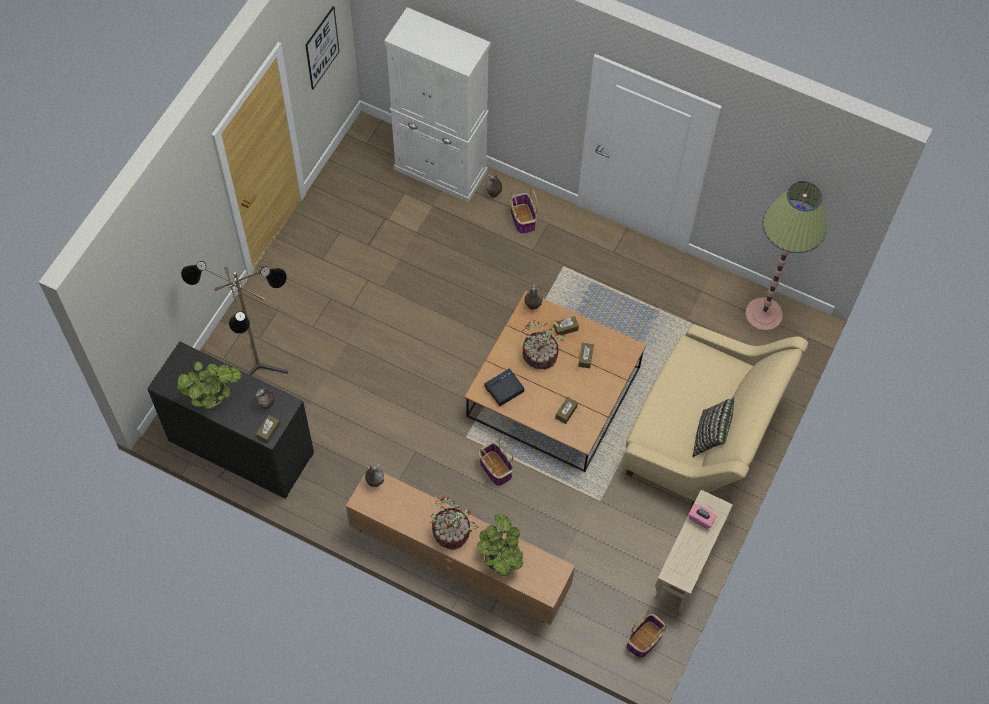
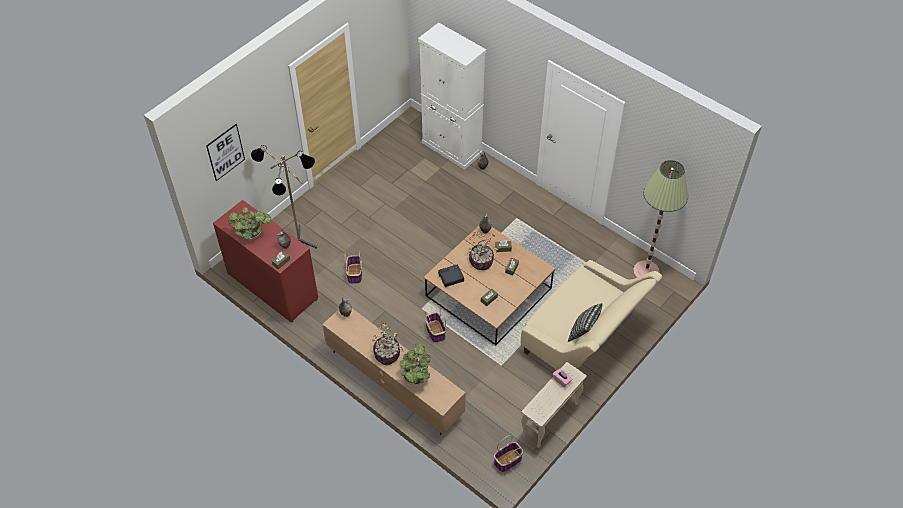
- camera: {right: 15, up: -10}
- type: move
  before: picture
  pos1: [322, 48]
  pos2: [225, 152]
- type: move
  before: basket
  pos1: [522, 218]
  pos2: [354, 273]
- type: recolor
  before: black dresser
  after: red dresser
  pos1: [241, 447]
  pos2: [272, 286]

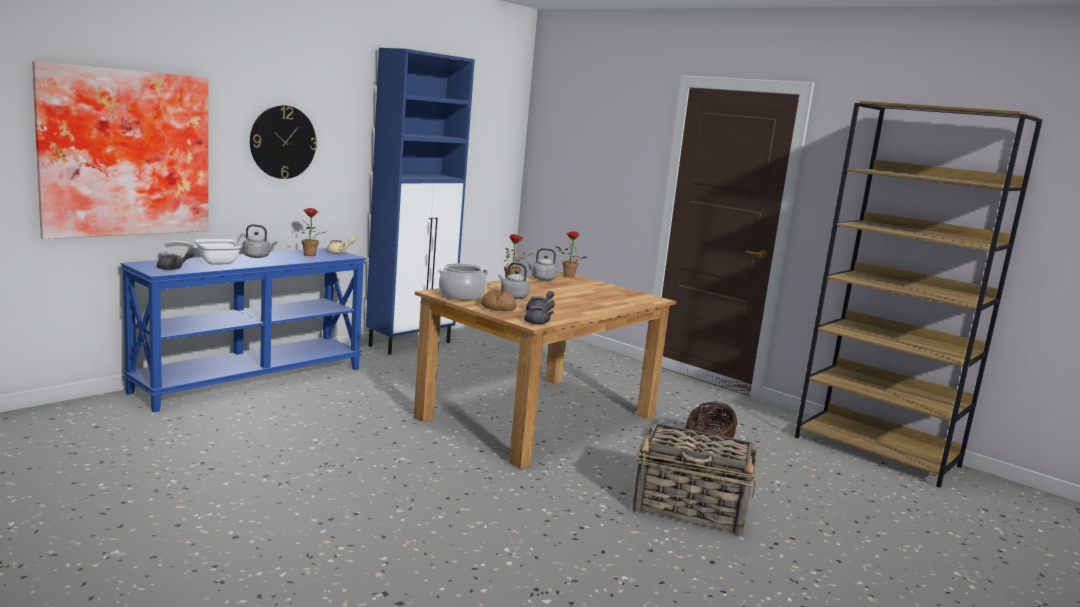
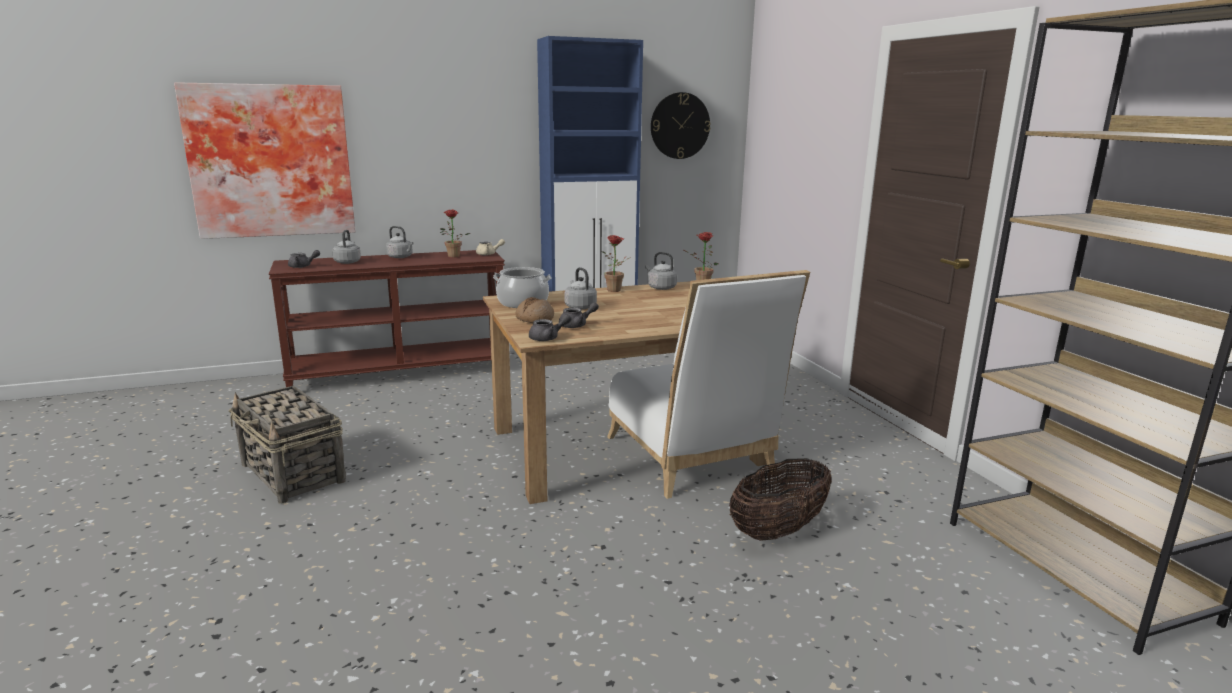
- camera: {right: 30, up: 5}
- type: insert
  after: white chair
  pos2: [694, 460]
- type: move
  before: wall clock
  pos1: [283, 142]
  pos2: [680, 126]
- type: move
  before: basket
  pos1: [691, 510]
  pos2: [293, 473]
- type: replace
  before: frying pan
  after: grey kettle
  pos1: [212, 262]
  pos2: [348, 262]
- type: recolor
  before: blue console table
  after: brown console table
  pos1: [251, 379]
  pos2: [400, 373]

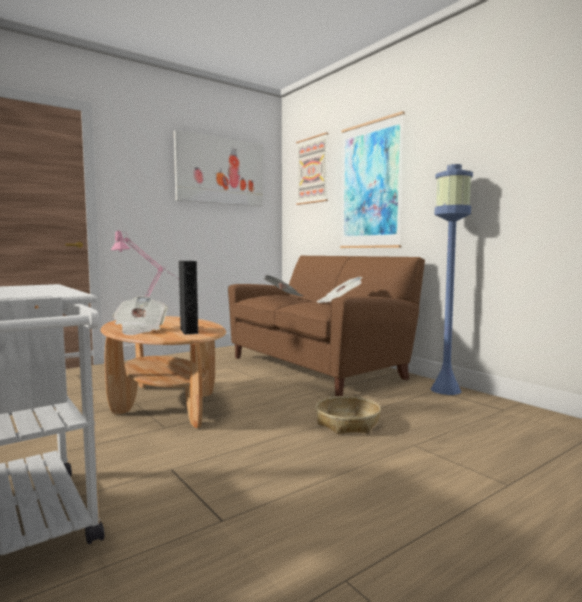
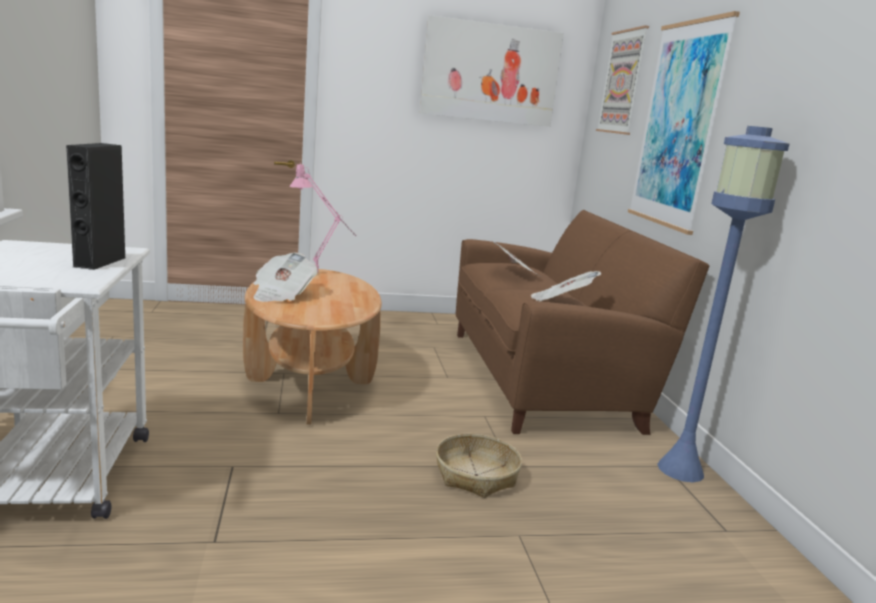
- camera: {right: 25, up: 10}
- type: move
  before: black speaker
  pos1: [189, 331]
  pos2: [100, 262]

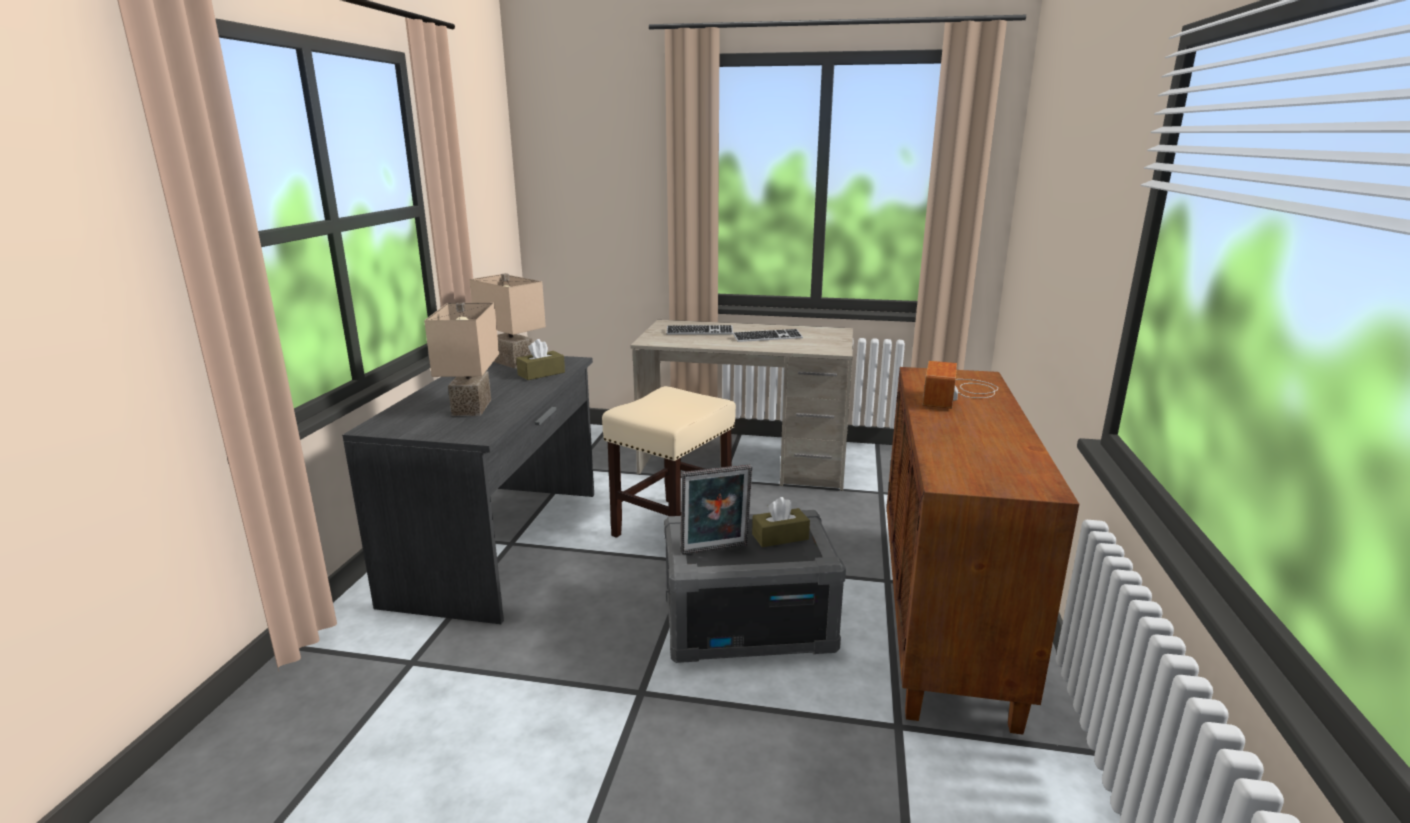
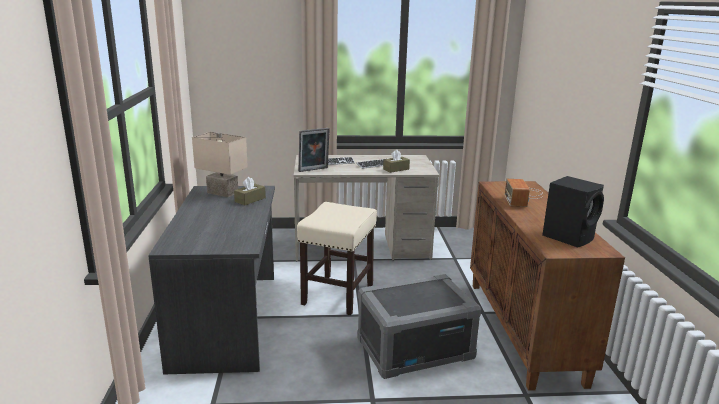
- camera: {right: -15, up: 0}
- type: delete
  before: beige table lamp
  pos1: [469, 407]
- type: insert
  after: black speaker
  pos2: [569, 237]
- type: move
  before: picture frame
  pos1: [715, 550]
  pos2: [314, 170]
- type: move
  before: brown tissue box
  pos1: [780, 537]
  pos2: [396, 169]

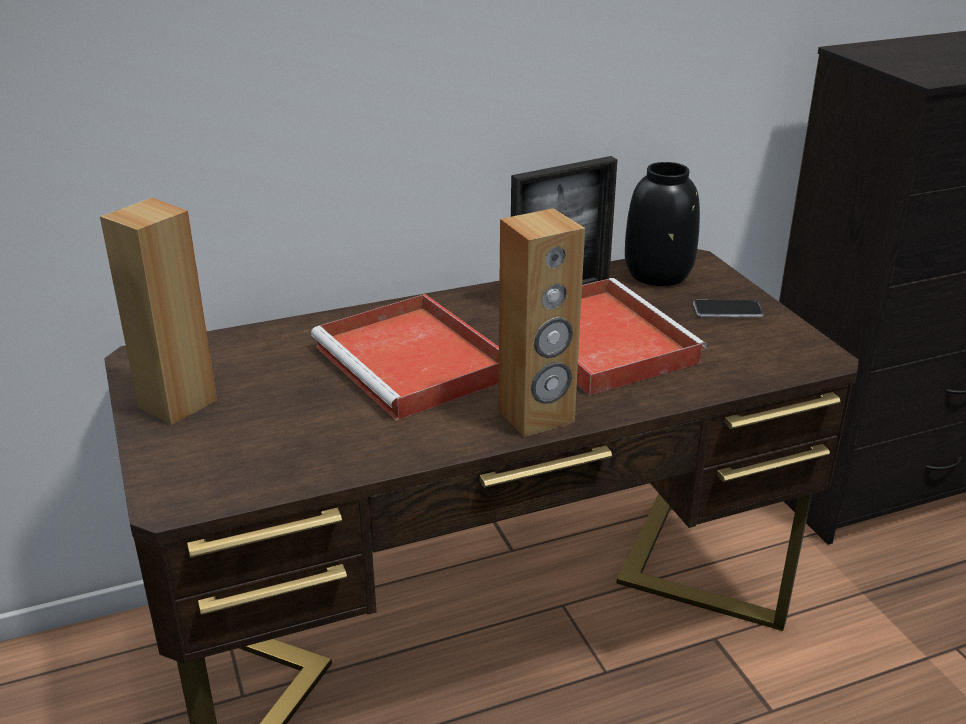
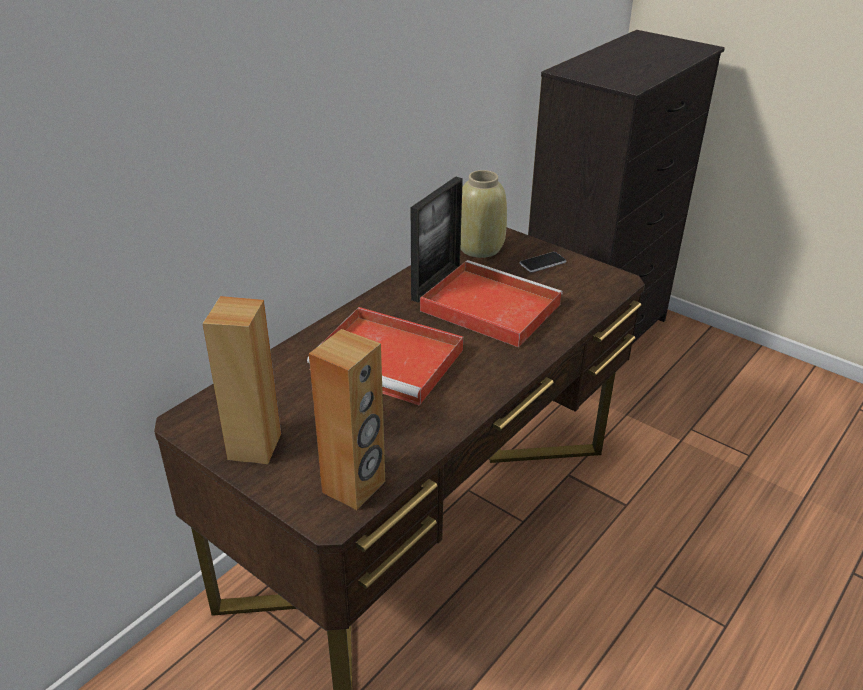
- camera: {right: -30, up: 5}
- type: move
  before: brown speaker
  pos1: [536, 416]
  pos2: [354, 487]
- type: recolor
  before: black vase
  after: beige vase
  pos1: [657, 275]
  pos2: [480, 248]

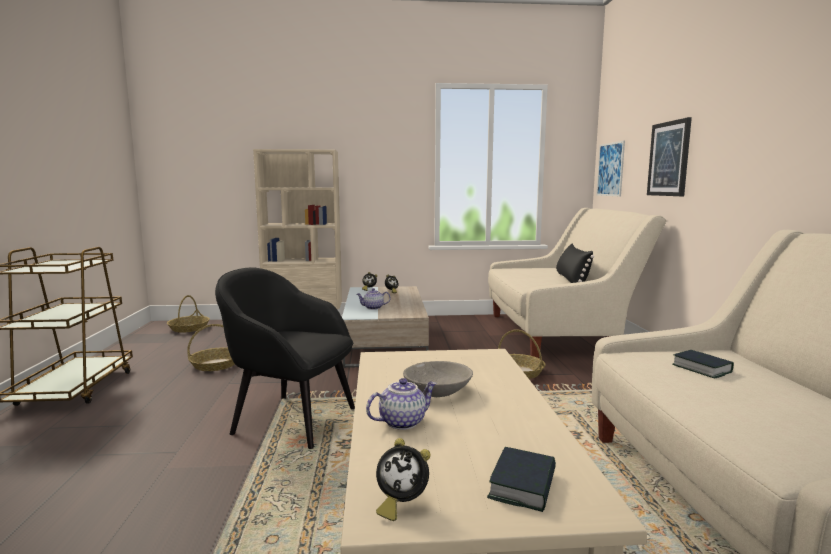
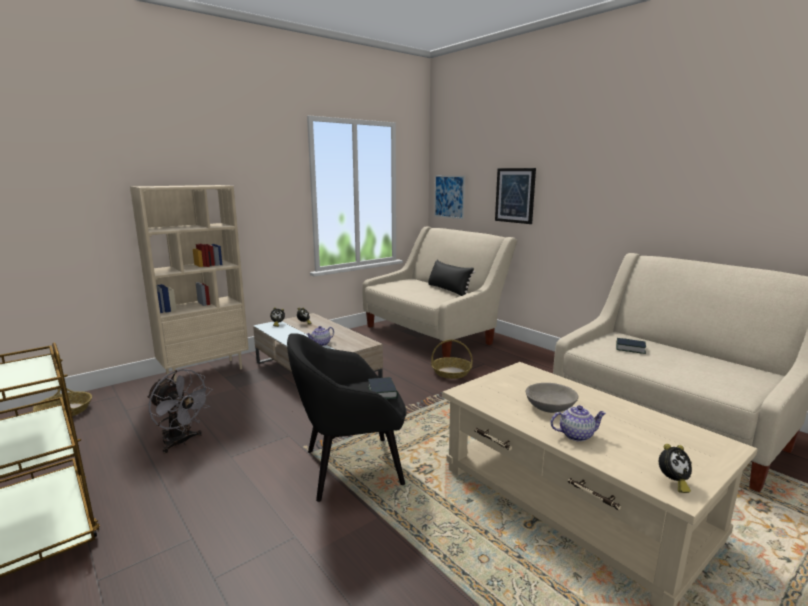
- camera: {right: -35, up: 5}
- type: move
  before: book
  pos1: [523, 485]
  pos2: [382, 392]
- type: replace
  before: basket
  after: grey fan
  pos1: [216, 365]
  pos2: [181, 442]
- type: rotate
  before: teapot
  pos1: [402, 422]
  pos2: [576, 435]
  turn: 60

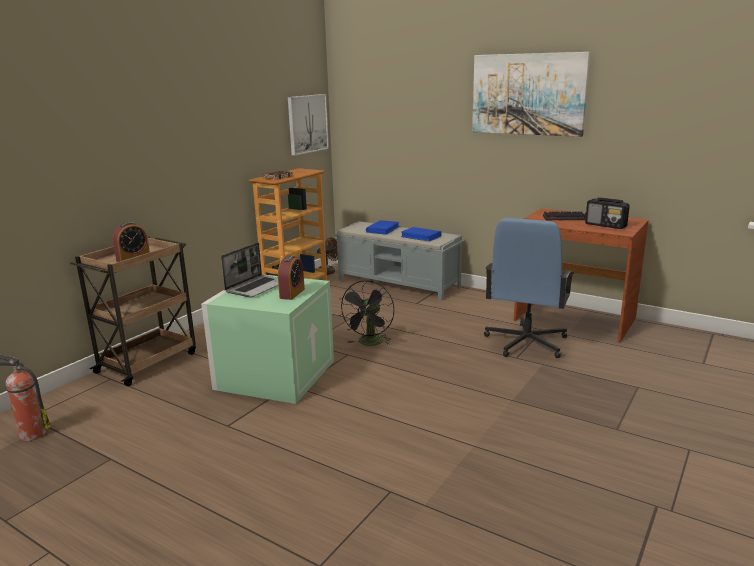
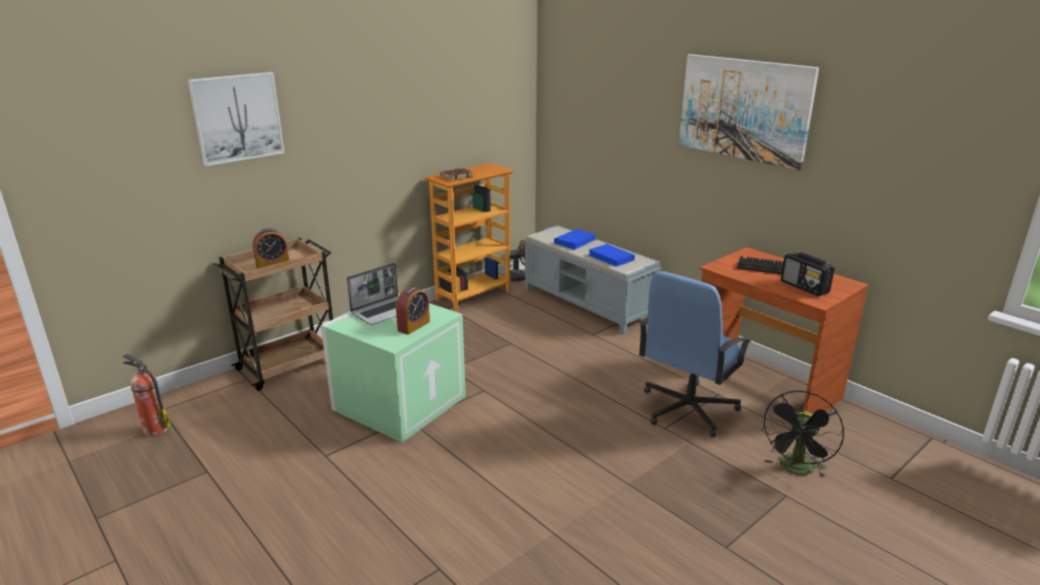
- camera: {right: 15, up: 5}
- type: move
  before: picture
  pos1: [307, 124]
  pos2: [237, 118]
- type: move
  before: black fan
  pos1: [370, 343]
  pos2: [796, 470]

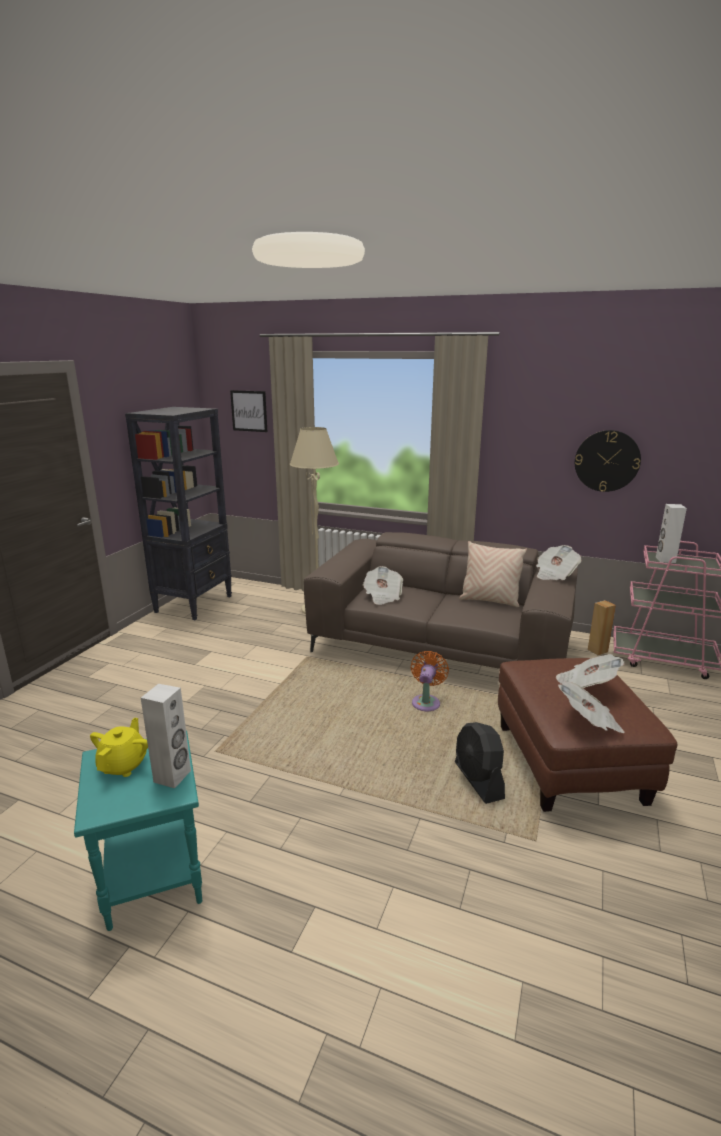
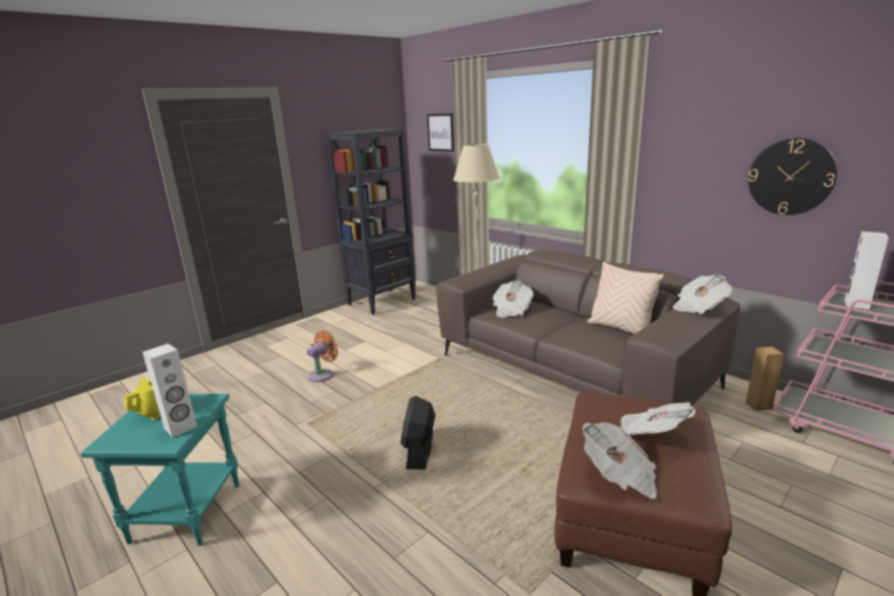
- camera: {right: 25, up: 0}
- type: move
  before: orange fan
  pos1: [426, 702]
  pos2: [323, 374]
- type: move
  before: black fan
  pos1: [478, 781]
  pos2: [420, 451]

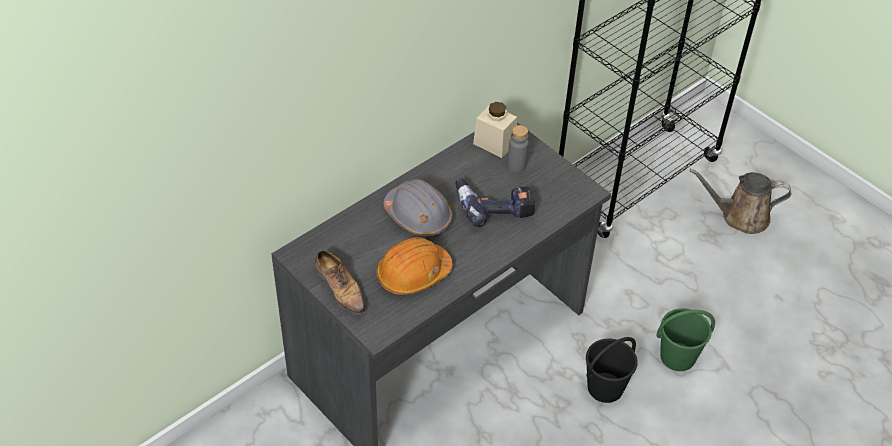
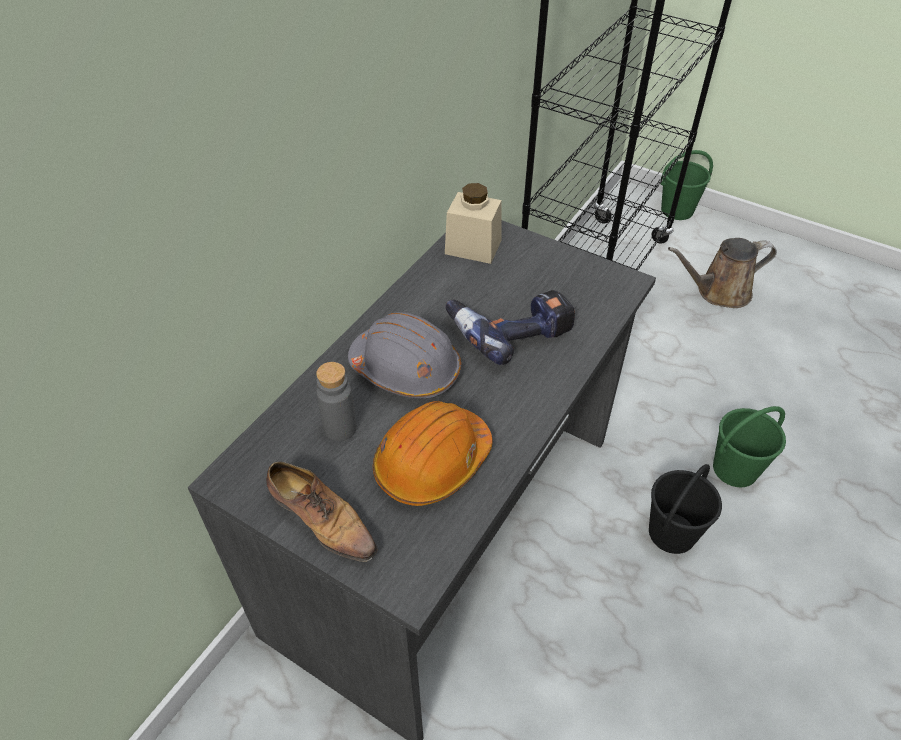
- camera: {right: -15, up: 0}
- type: insert
  after: green bucket
  pos2: [677, 210]
- type: move
  before: grey bottle
  pos1: [516, 166]
  pos2: [340, 428]

